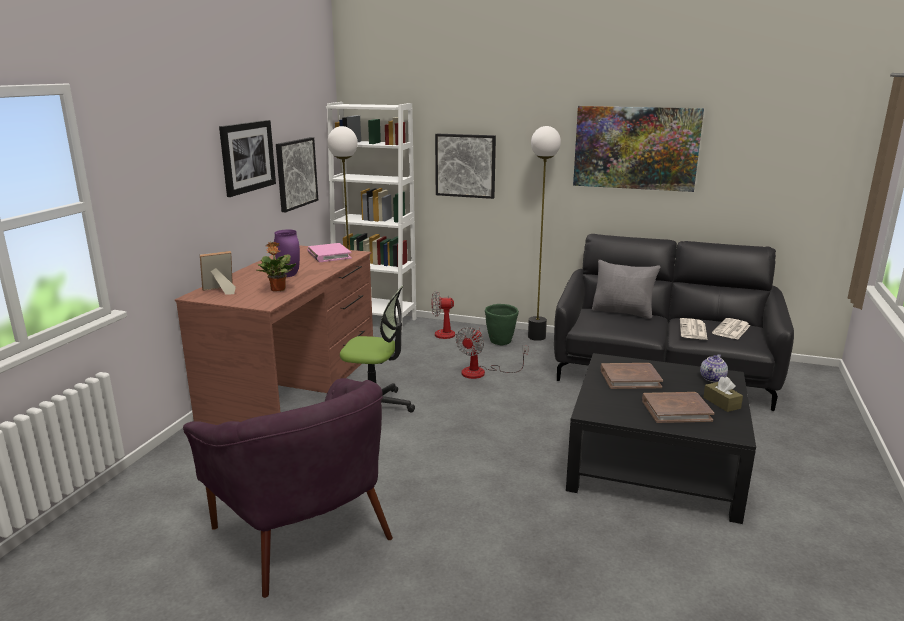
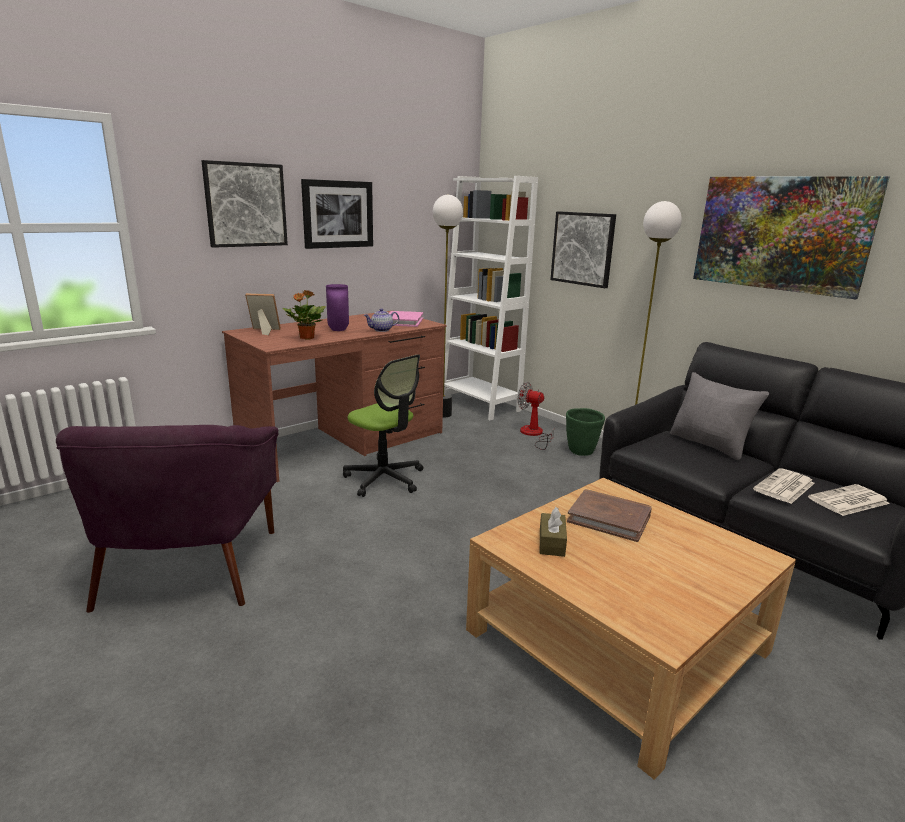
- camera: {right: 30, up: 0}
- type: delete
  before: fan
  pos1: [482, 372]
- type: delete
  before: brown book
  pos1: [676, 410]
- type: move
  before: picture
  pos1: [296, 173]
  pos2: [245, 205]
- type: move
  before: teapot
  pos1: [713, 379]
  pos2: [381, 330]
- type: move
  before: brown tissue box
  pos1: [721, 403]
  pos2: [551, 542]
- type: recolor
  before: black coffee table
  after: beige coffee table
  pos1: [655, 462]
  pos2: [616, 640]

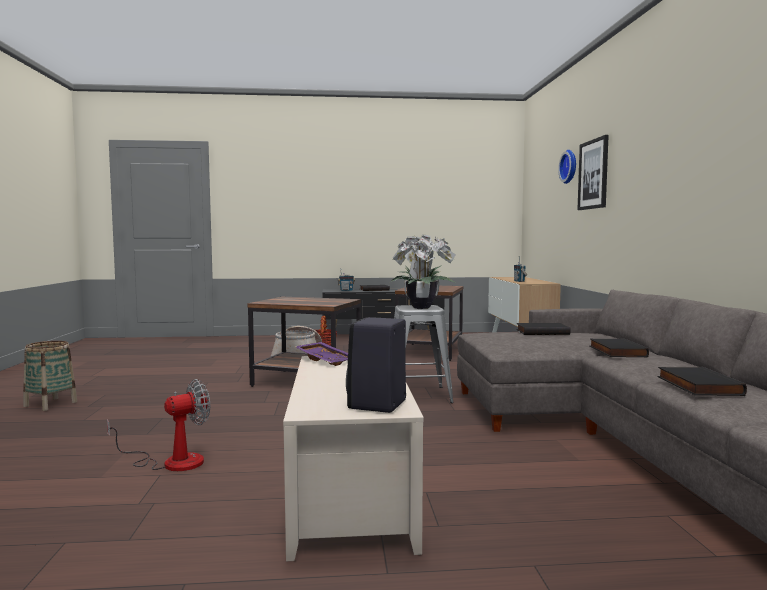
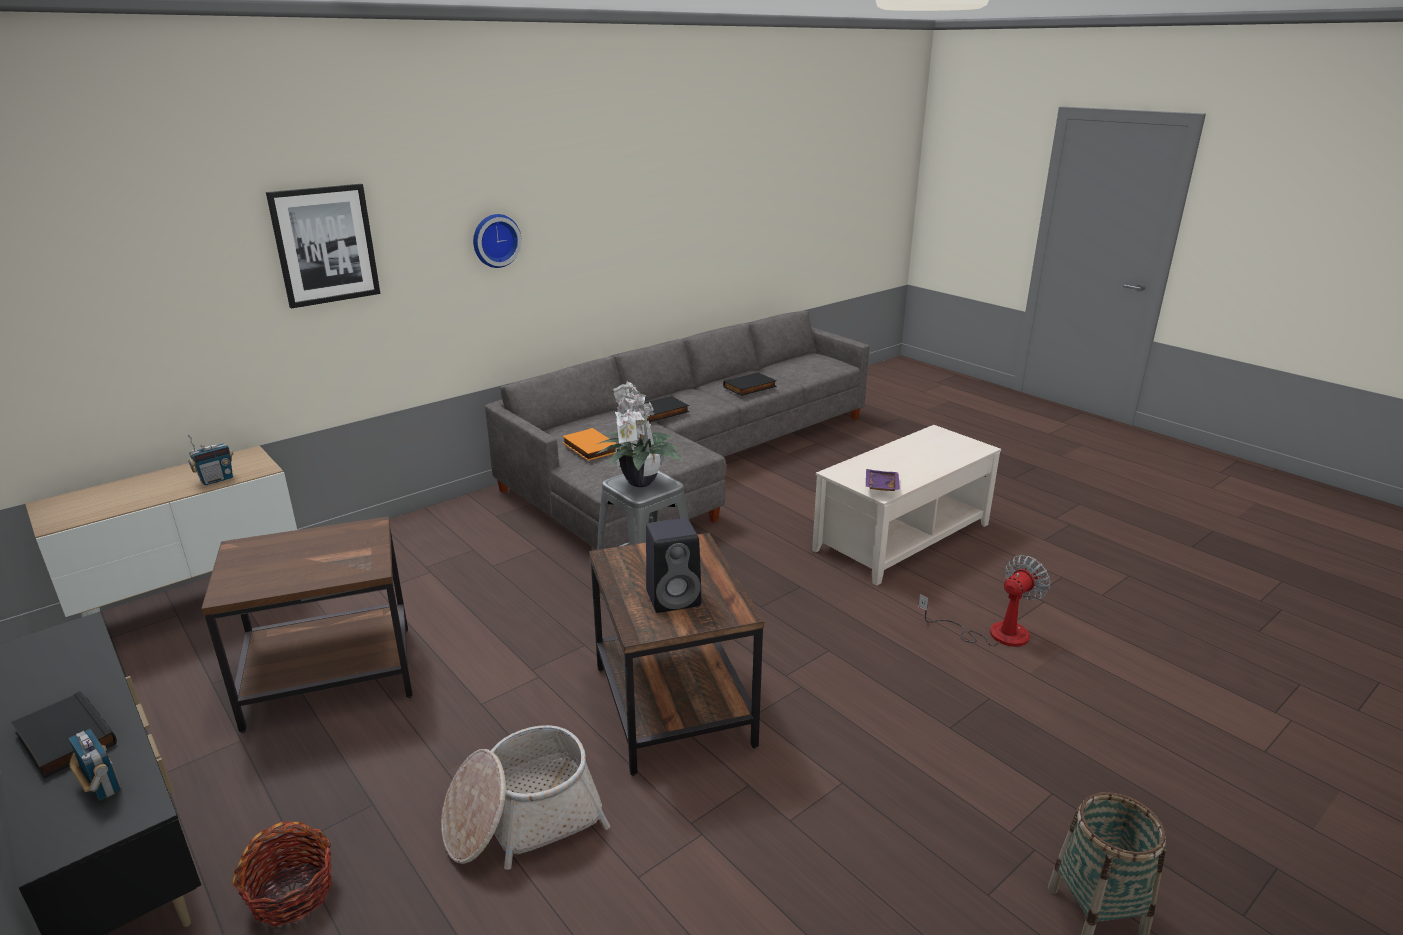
- camera: {right: -125, up: 20}
- type: move
  before: black speaker
  pos1: [377, 405]
  pos2: [675, 597]
- type: move
  before: wall clock
  pos1: [570, 166]
  pos2: [495, 240]
- type: recolor
  before: black book
  after: orange book
  pos1: [542, 332]
  pos2: [589, 448]
- type: rotate
  before: fan
  pos1: [171, 462]
  pos2: [993, 633]
  turn: 120

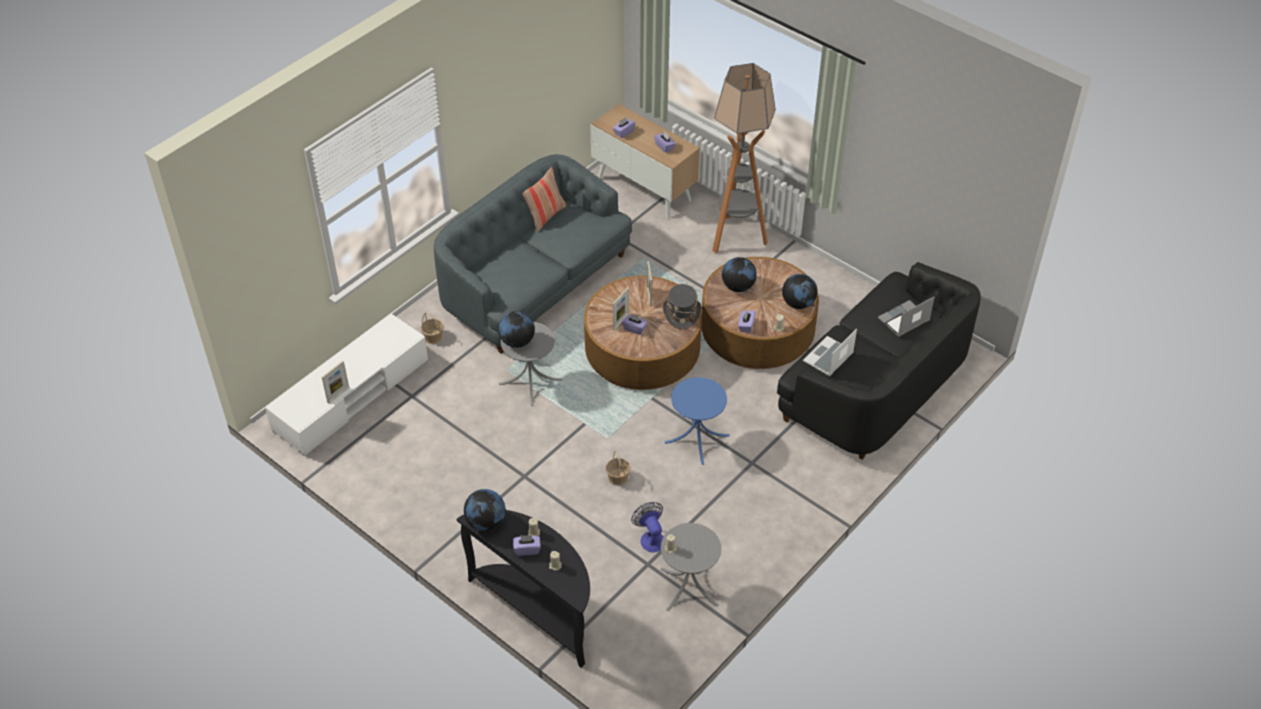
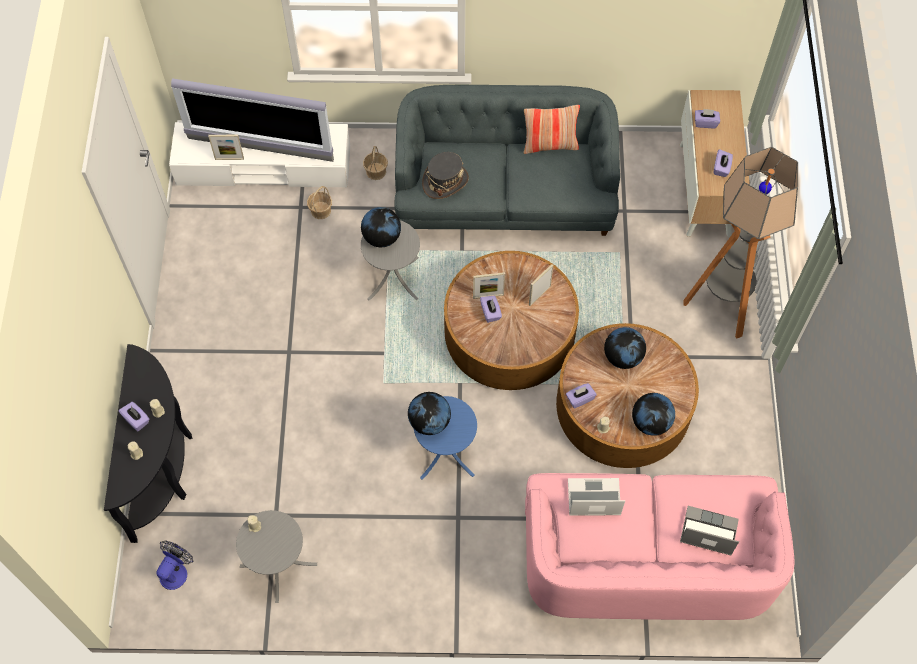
- camera: {right: 50, up: 15}
- type: insert
  after: television
  pos2: [260, 151]
- type: move
  before: globe
  pos1: [486, 522]
  pos2: [429, 422]
- type: move
  before: basket
  pos1: [618, 477]
  pos2: [320, 210]
- type: move
  before: fan
  pos1: [650, 538]
  pos2: [176, 571]
- type: move
  before: grey hat
  pos1: [681, 313]
  pos2: [445, 181]
- type: recolor
  before: black sofa
  after: pink sofa
  pos1: [875, 387]
  pos2: [646, 559]

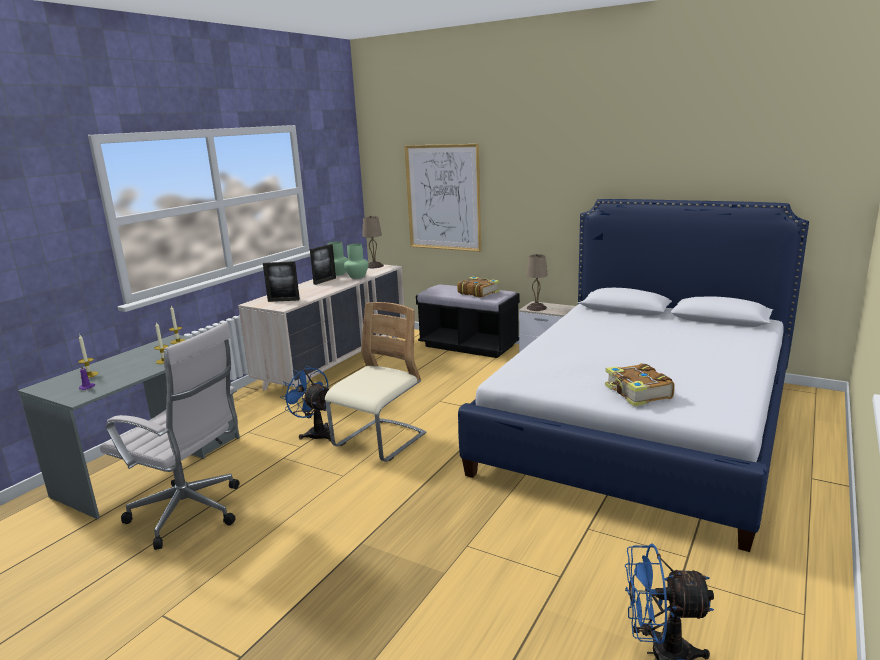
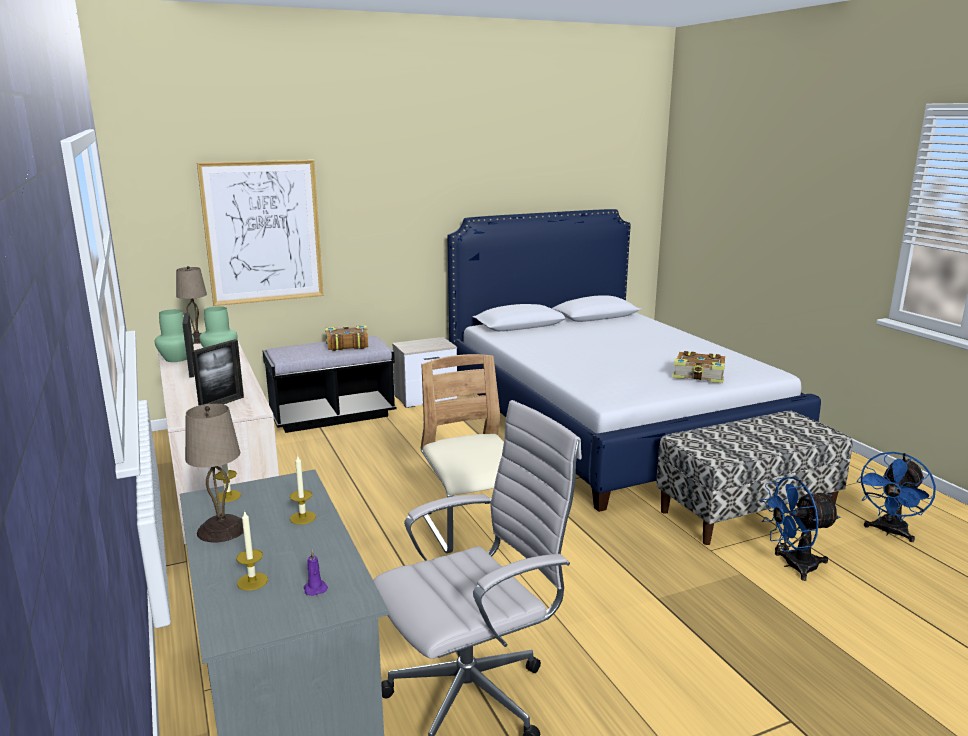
- camera: {right: -55, up: 0}
- type: insert
  after: bench
  pos2: [747, 510]
- type: move
  before: blue fan
  pos1: [315, 433]
  pos2: [793, 566]
- type: move
  before: beige table lamp
  pos1: [536, 308]
  pos2: [221, 530]

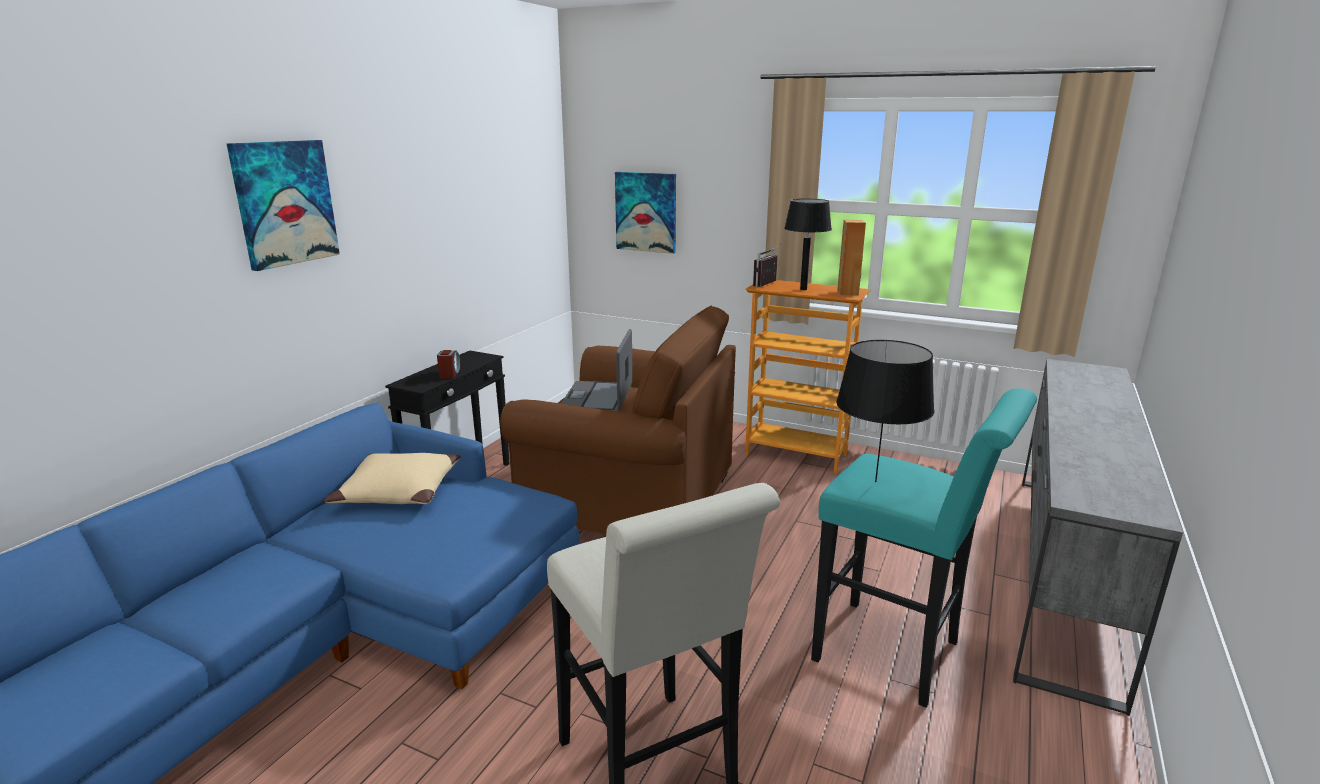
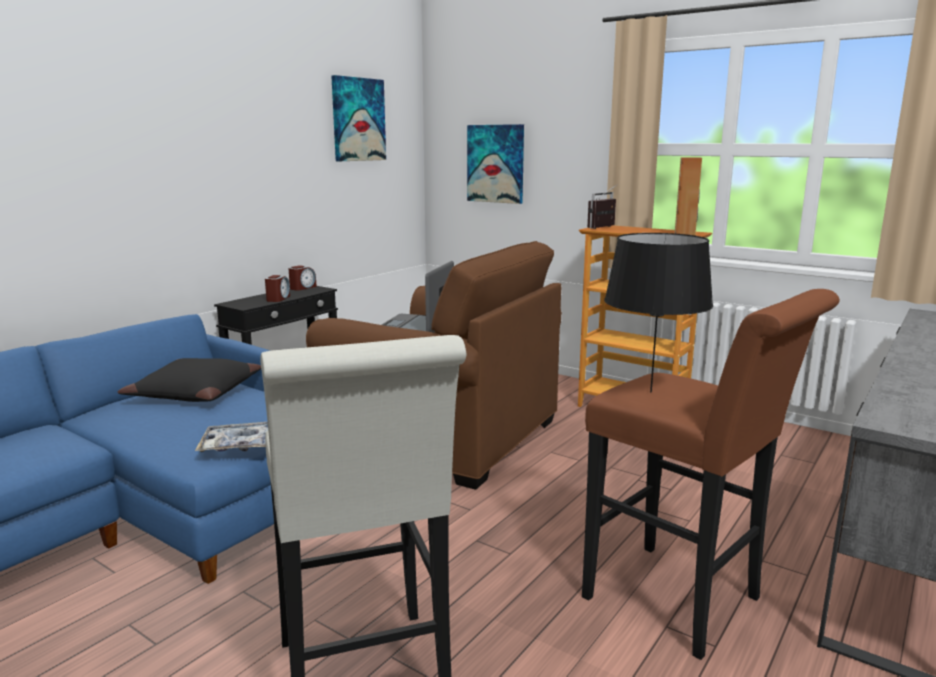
- camera: {right: 10, up: -5}
- type: delete
  before: black table lamp
  pos1: [803, 289]
- type: insert
  after: tray
  pos2: [238, 445]
- type: insert
  after: alarm clock
  pos2: [302, 288]
- type: move
  before: picture
  pos1: [284, 203]
  pos2: [358, 119]
- type: recolor
  before: beige pillow
  after: black pillow
  pos1: [398, 491]
  pos2: [194, 393]
- type: recolor
  before: turquoise stool
  after: brown stool
  pos1: [897, 655]
  pos2: [683, 603]

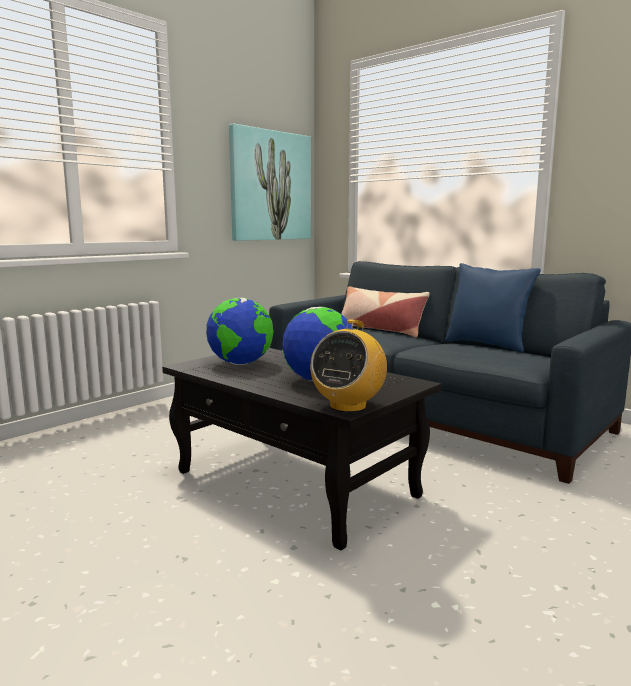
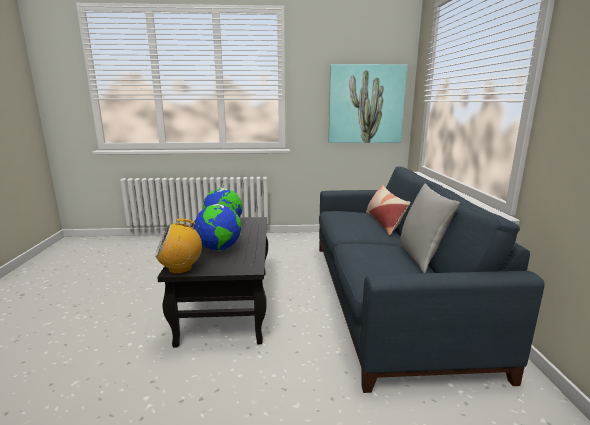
- camera: {right: 45, up: 5}
- type: recolor
  before: blue pillow
  after: grey pillow
  pos1: [487, 345]
  pos2: [421, 257]

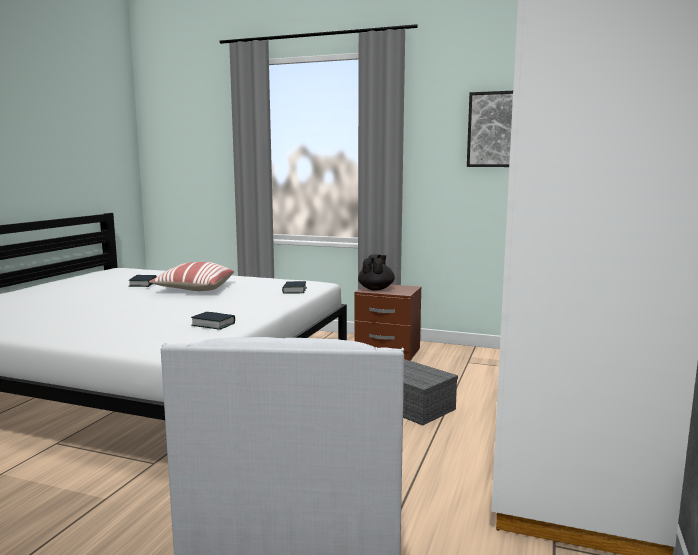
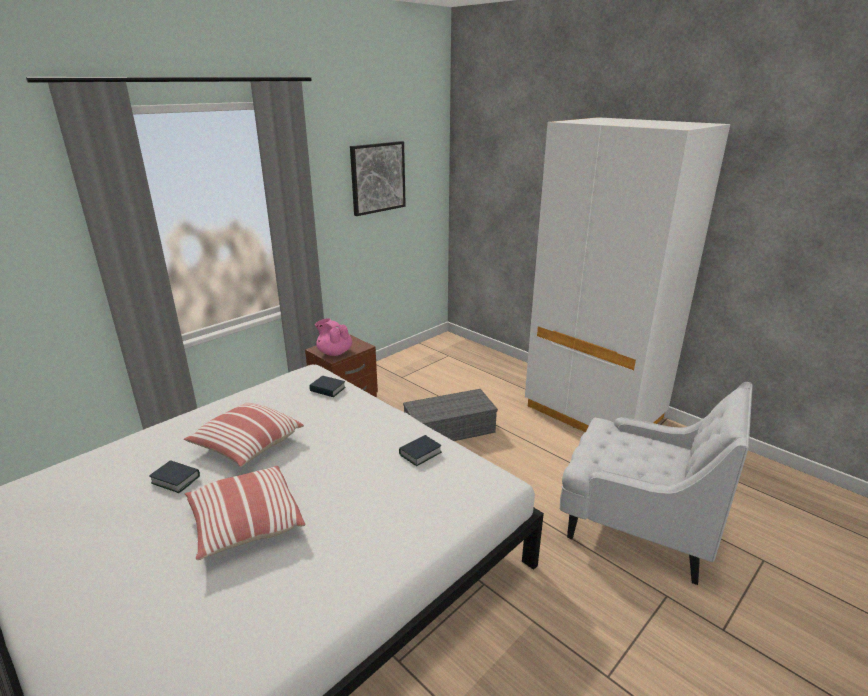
- camera: {right: -65, up: 15}
- type: insert
  after: pillow
  pos2: [245, 524]
- type: recolor
  before: black teapot
  after: pink teapot
  pos1: [376, 289]
  pos2: [334, 352]

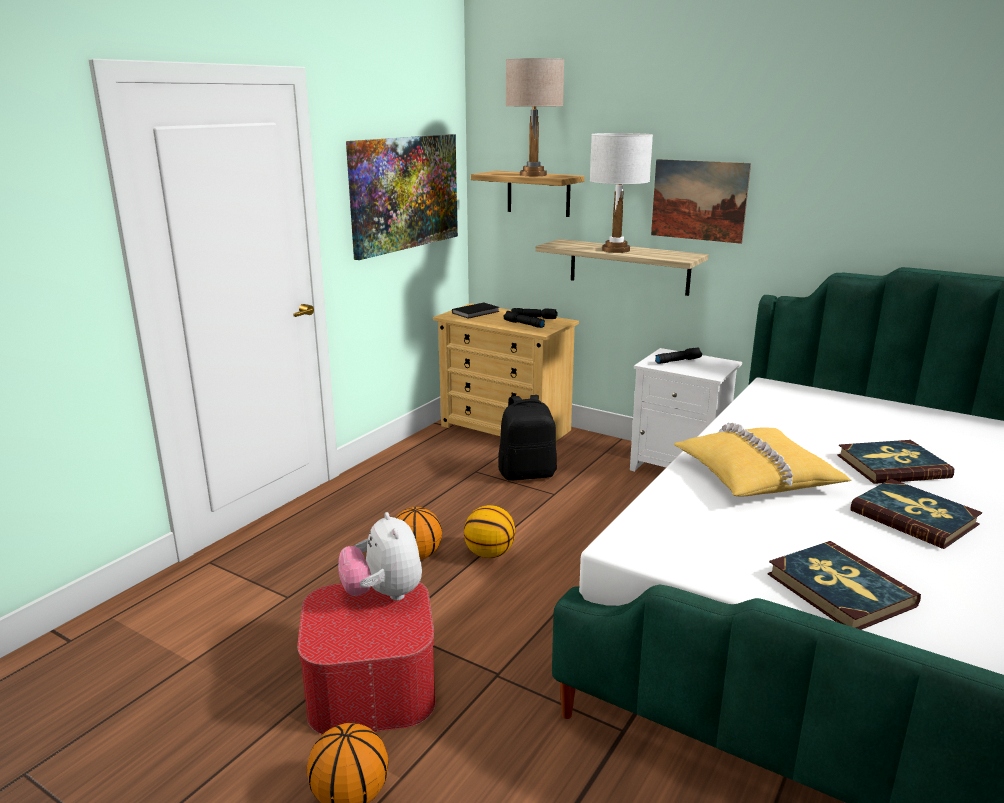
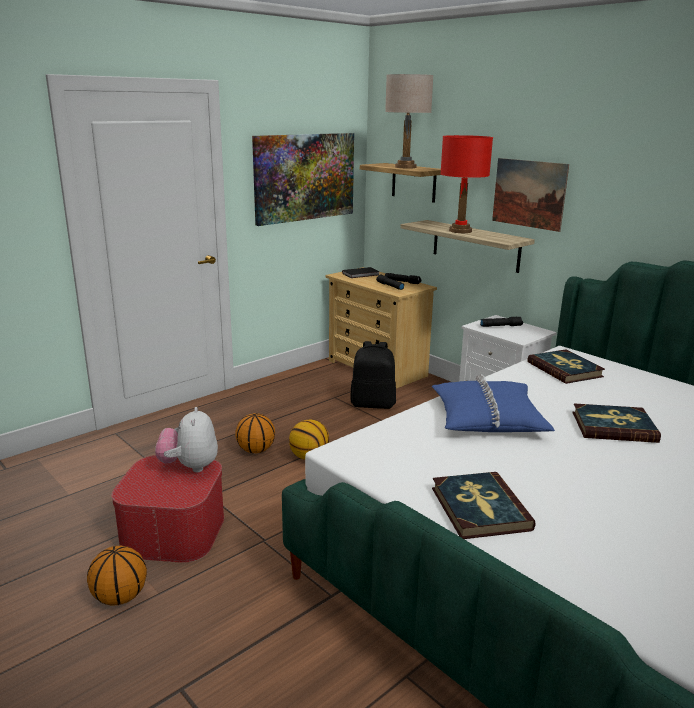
- camera: {right: 15, up: 0}
- type: move
  before: book
  pos1: [914, 517]
  pos2: [565, 369]
- type: recolor
  before: white table lamp
  after: red table lamp
  pos1: [616, 250]
  pos2: [460, 231]
- type: recolor
  before: yellow pillow
  after: blue pillow
  pos1: [755, 475]
  pos2: [487, 418]

